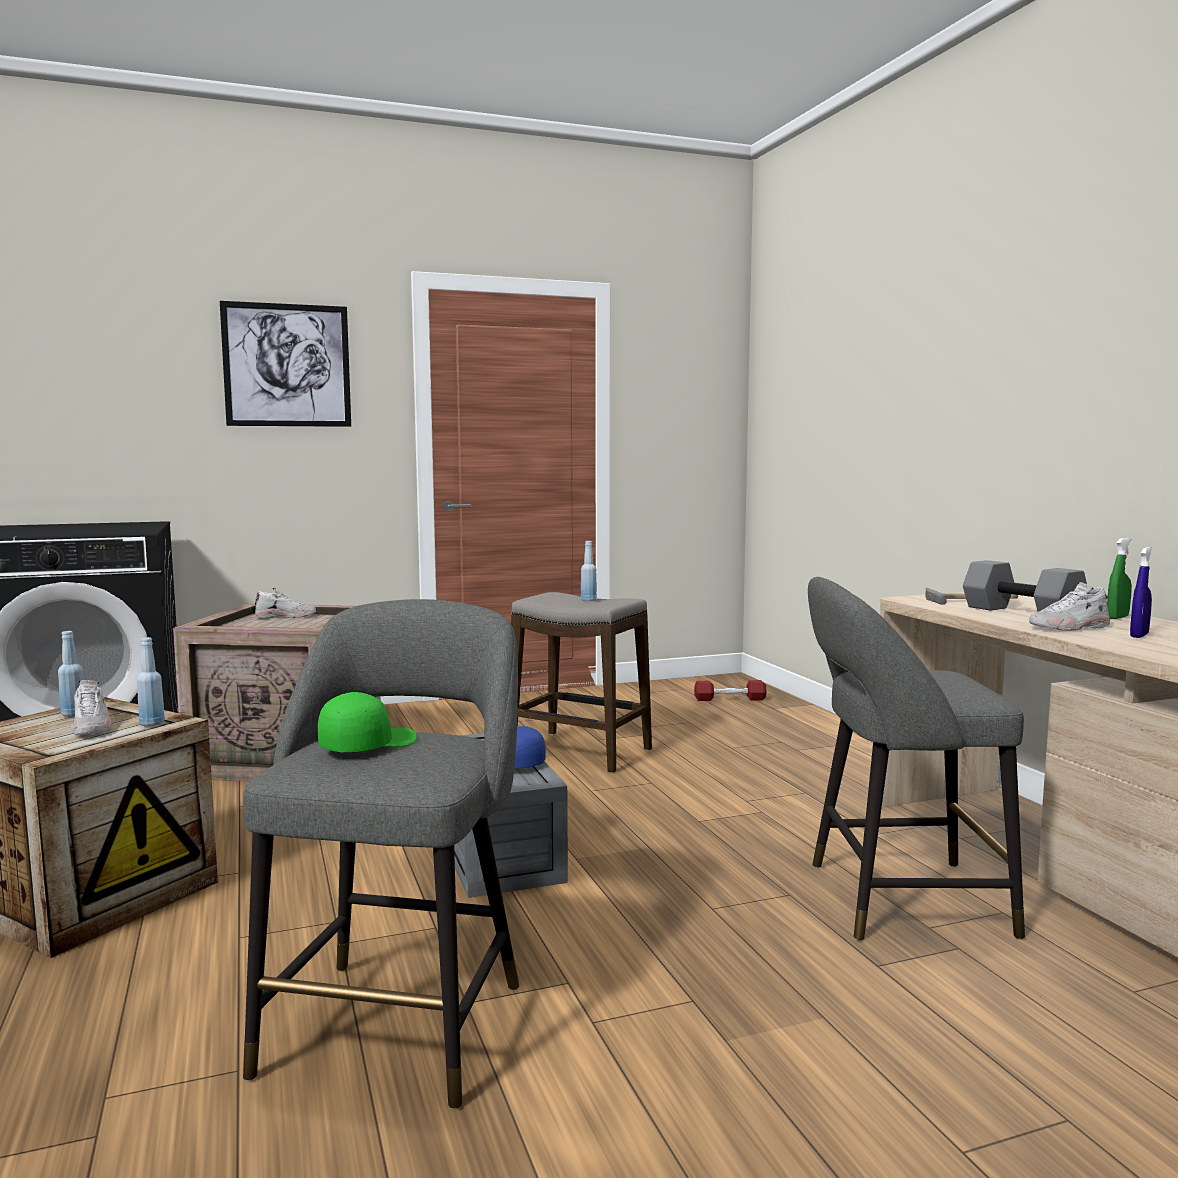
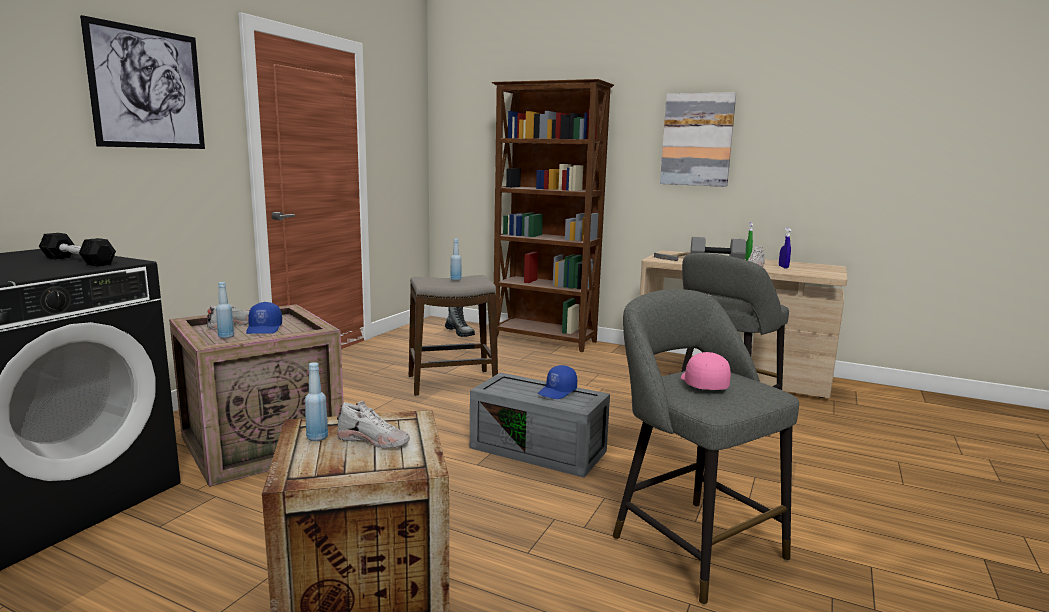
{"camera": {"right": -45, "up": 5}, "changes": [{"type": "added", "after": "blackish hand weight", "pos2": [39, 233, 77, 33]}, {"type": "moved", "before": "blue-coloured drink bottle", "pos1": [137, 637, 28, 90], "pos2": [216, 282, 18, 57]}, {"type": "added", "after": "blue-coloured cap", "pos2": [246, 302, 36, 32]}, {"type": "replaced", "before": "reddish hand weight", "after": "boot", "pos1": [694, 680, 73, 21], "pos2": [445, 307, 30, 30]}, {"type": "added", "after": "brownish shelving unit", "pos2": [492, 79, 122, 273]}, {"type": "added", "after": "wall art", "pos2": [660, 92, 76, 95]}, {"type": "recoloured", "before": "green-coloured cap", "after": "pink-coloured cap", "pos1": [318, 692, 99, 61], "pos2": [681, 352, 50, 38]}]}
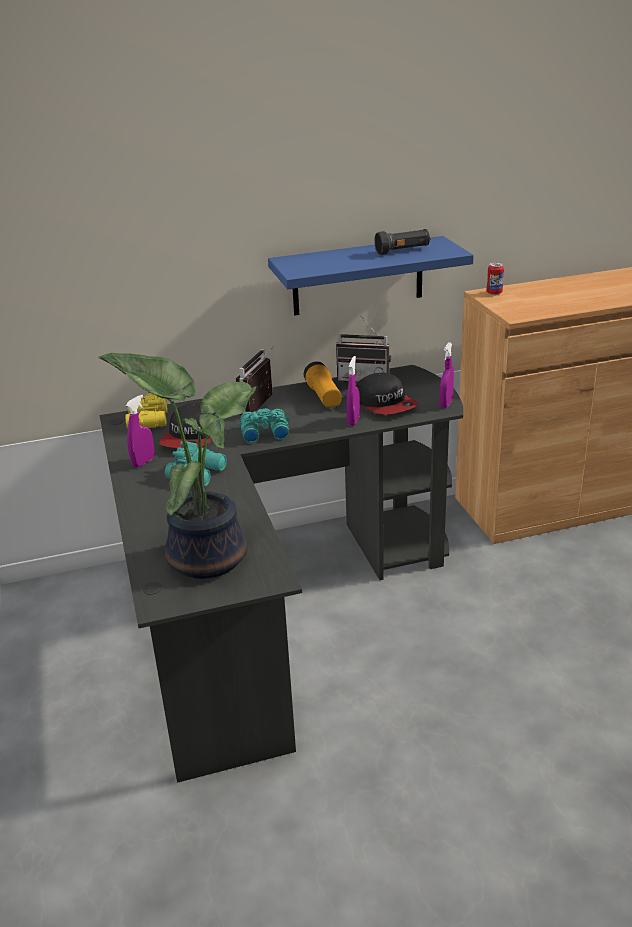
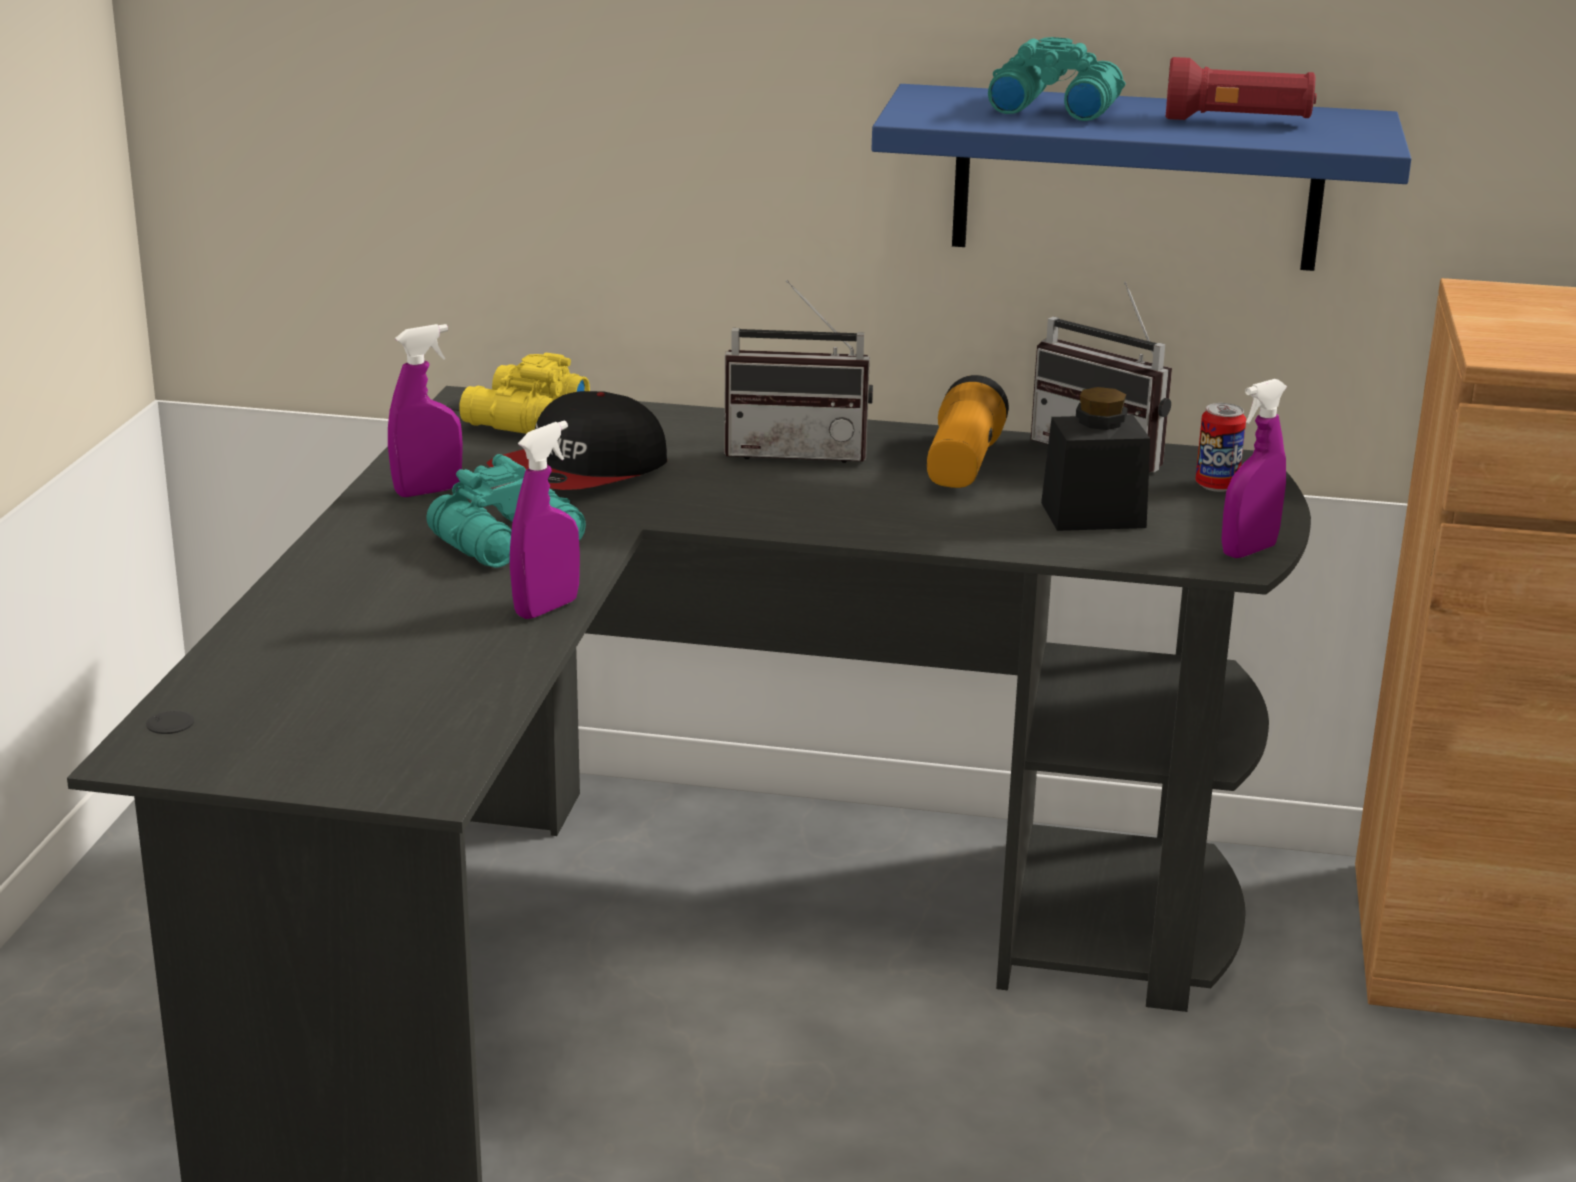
{"camera": {"right": 25, "up": -5}, "changes": [{"type": "moved", "before": "purplish hand sprayer", "pos1": [347, 356, 13, 70], "pos2": [510, 421, 70, 198]}, {"type": "turned", "before": "radio set", "pos1": [235, 346, 39, 70], "pos2": [724, 280, 149, 183], "turn": -135}, {"type": "moved", "before": "blue-green field glasses", "pos1": [238, 408, 52, 35], "pos2": [988, 37, 138, 84]}, {"type": "replaced", "before": "cap", "after": "blackish preserve jar", "pos1": [356, 373, 62, 42], "pos2": [1041, 387, 109, 144]}, {"type": "recoloured", "before": "blackish torch", "after": "reddish torch", "pos1": [374, 229, 57, 26], "pos2": [1166, 57, 151, 63]}, {"type": "moved", "before": "can", "pos1": [487, 262, 17, 33], "pos2": [1196, 403, 50, 89]}, {"type": "removed", "before": "plant in a pot", "pos1": [98, 353, 159, 226]}]}
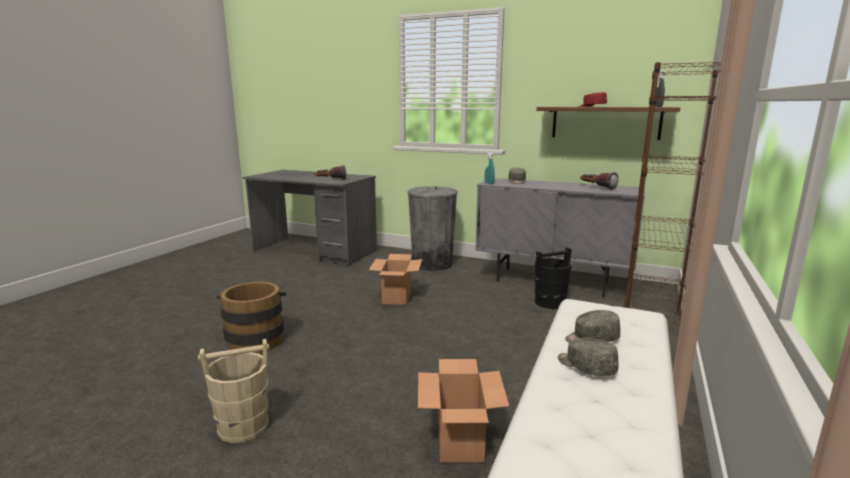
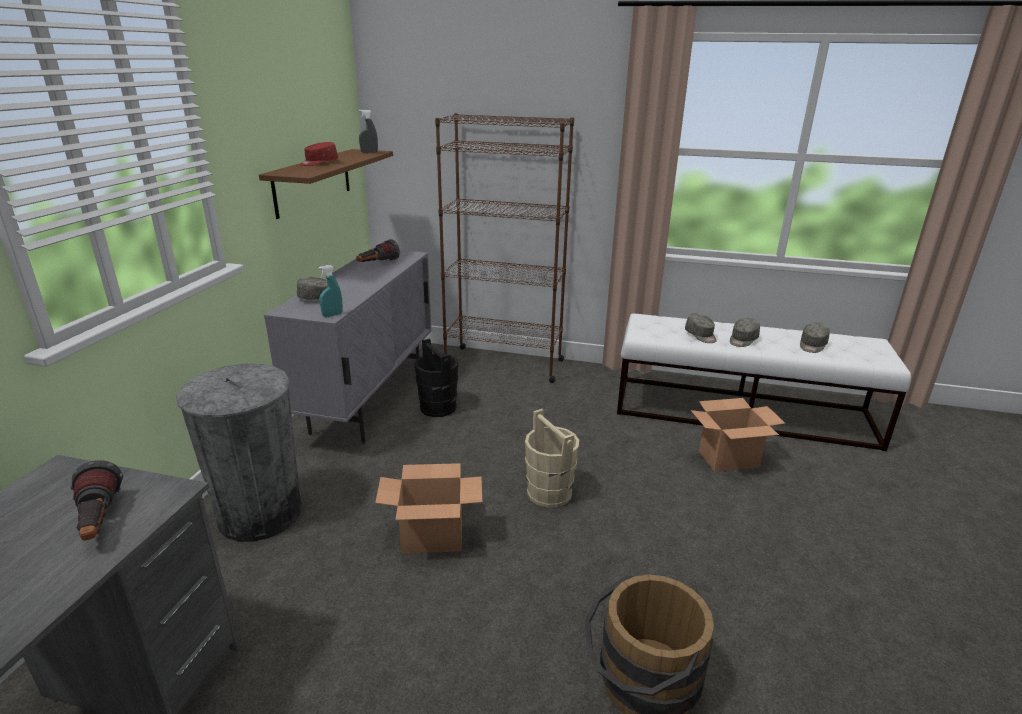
{"camera": {"right": -100, "up": 10}, "changes": [{"type": "moved", "before": "beige-coloured pail", "pos1": [198, 339, 71, 104], "pos2": [525, 409, 54, 99]}, {"type": "added", "after": "grey cap", "pos2": [800, 322, 30, 31]}]}
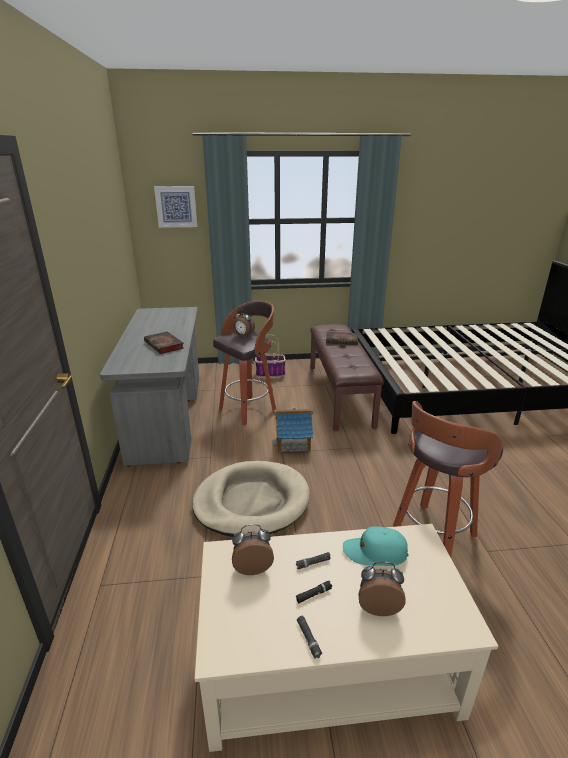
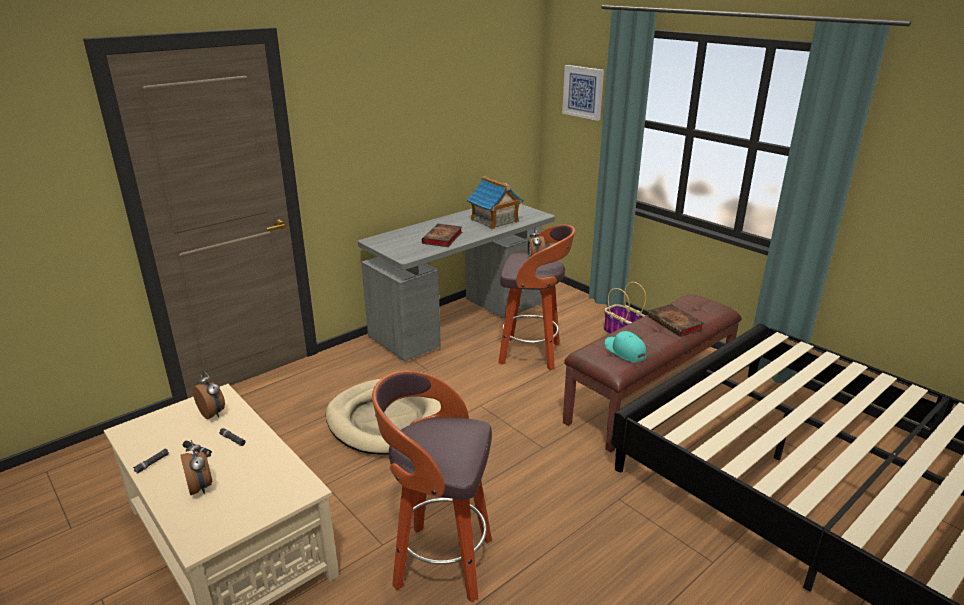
{"camera": {"right": 55, "up": 0}, "changes": [{"type": "moved", "before": "toy house", "pos1": [272, 408, 41, 45], "pos2": [467, 176, 57, 53]}, {"type": "moved", "before": "blue-green cap", "pos1": [343, 526, 66, 40], "pos2": [605, 331, 41, 31]}]}
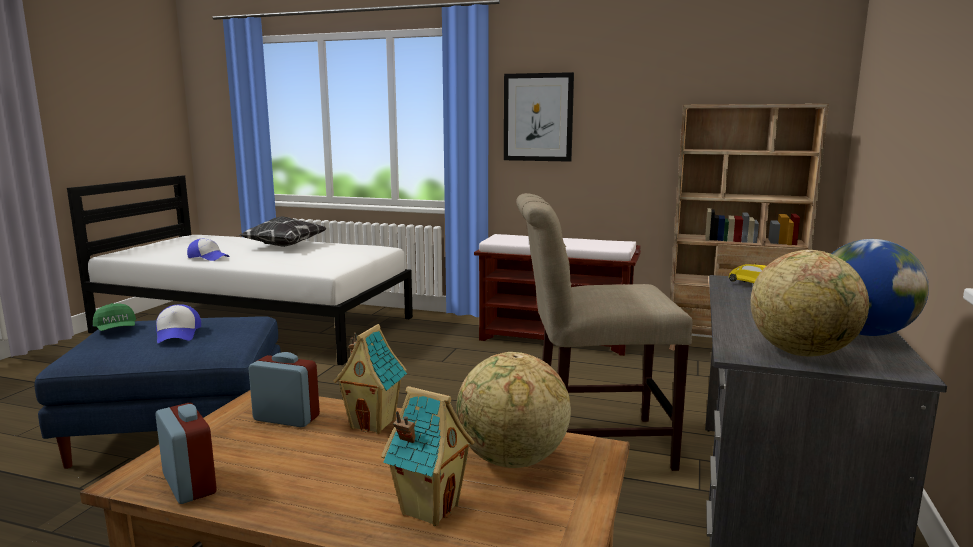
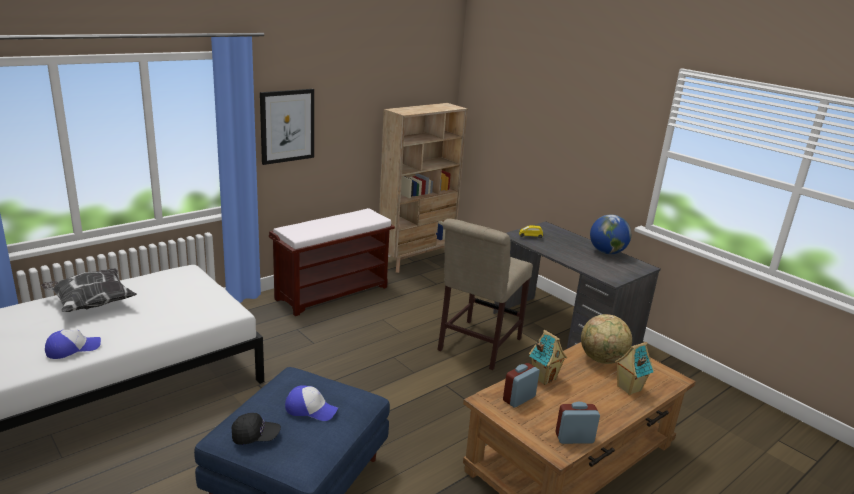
{"camera": {"right": -60, "up": 10}, "changes": [{"type": "recoloured", "before": "green-coloured cap", "after": "blackish cap", "pos1": [93, 303, 43, 28], "pos2": [232, 413, 49, 32]}, {"type": "removed", "before": "desk globe", "pos1": [750, 250, 119, 106]}]}
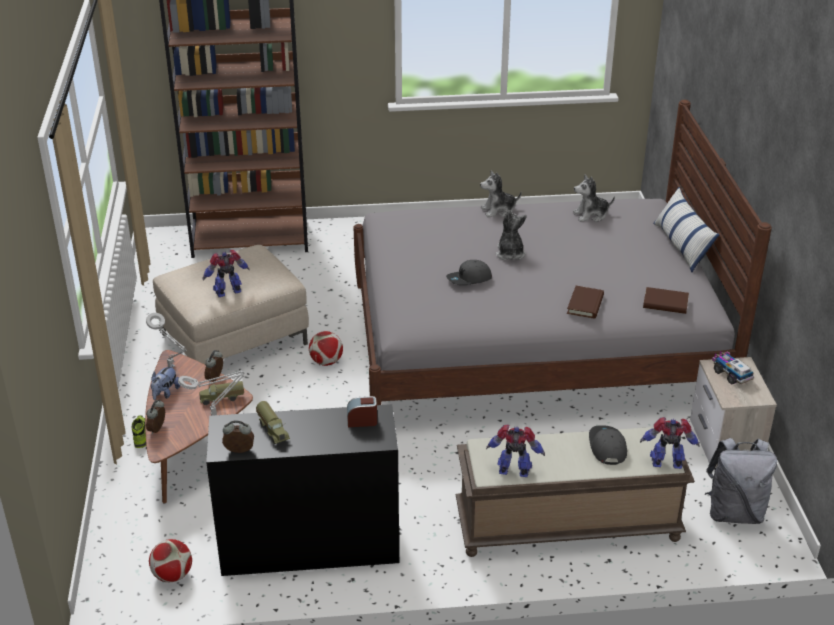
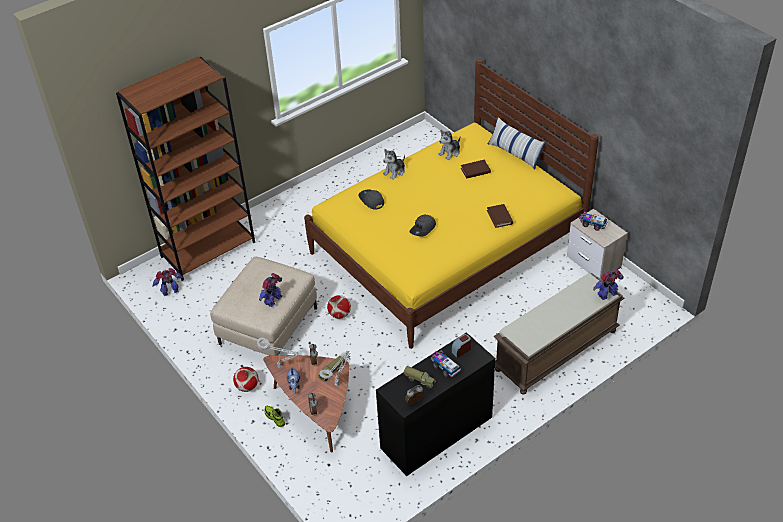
{"camera": {"right": -30, "up": 10}, "changes": [{"type": "moved", "before": "toy robot", "pos1": [486, 425, 59, 52], "pos2": [152, 268, 31, 28]}, {"type": "moved", "before": "ball for football", "pos1": [149, 539, 43, 43], "pos2": [233, 367, 25, 25]}, {"type": "recoloured", "before": "grey bed", "after": "yellowish bed", "pos1": [354, 100, 418, 305], "pos2": [304, 59, 295, 290]}, {"type": "moved", "before": "grey cap", "pos1": [589, 425, 38, 40], "pos2": [359, 189, 25, 21]}, {"type": "added", "after": "model truck", "pos2": [431, 350, 30, 27]}, {"type": "moved", "before": "brownish book", "pos1": [643, 287, 46, 27], "pos2": [461, 160, 30, 19]}, {"type": "removed", "before": "cuddly toy", "pos1": [496, 210, 31, 50]}, {"type": "removed", "before": "grey knapsack", "pos1": [705, 438, 72, 86]}]}
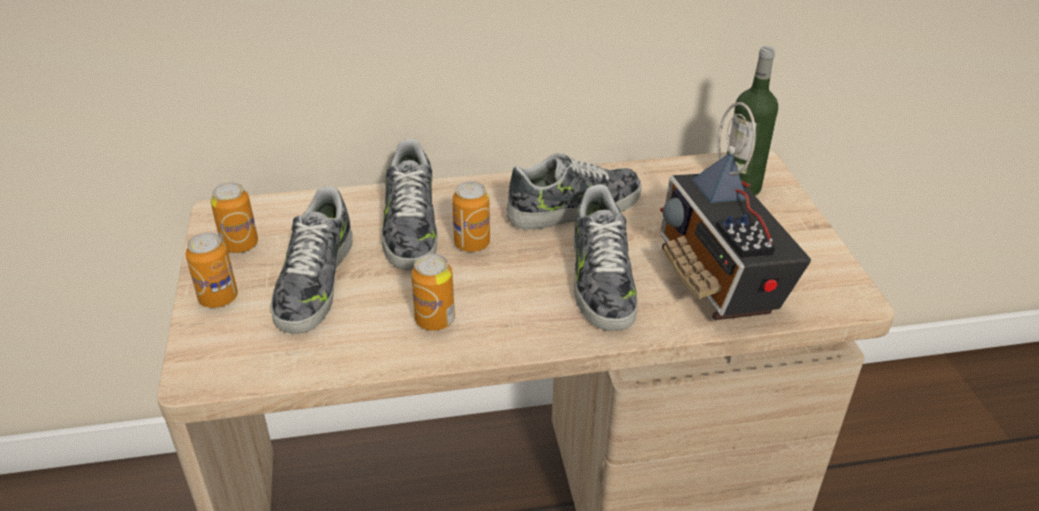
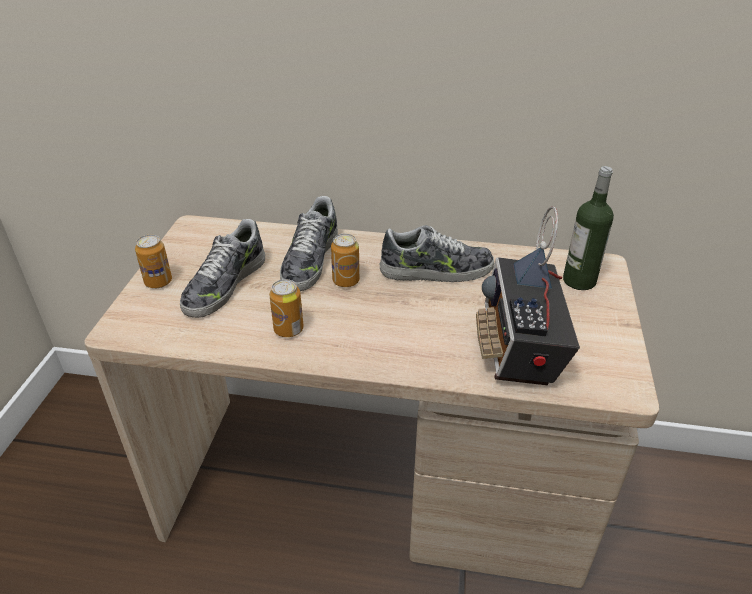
{"camera": {"right": 20, "up": 0}, "changes": [{"type": "removed", "before": "can", "pos1": [211, 182, 47, 71]}, {"type": "removed", "before": "shoe", "pos1": [573, 185, 64, 146]}]}
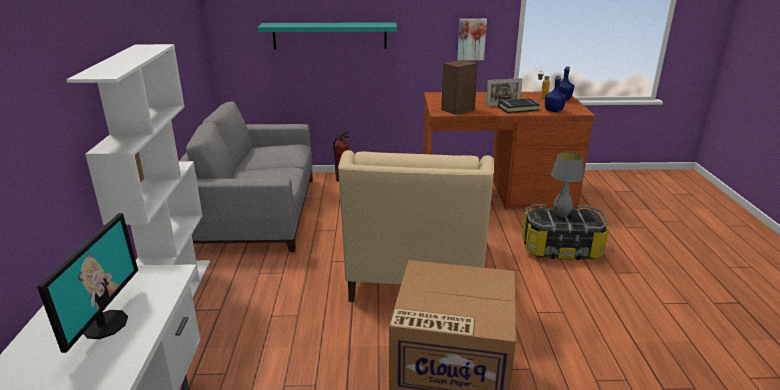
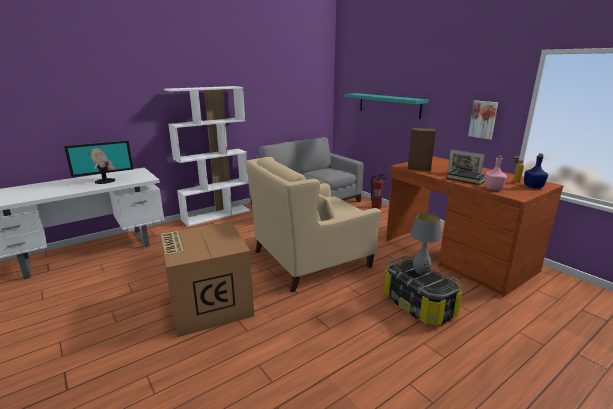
{"camera": {"right": 55, "up": -5}, "changes": [{"type": "recoloured", "before": "blue-coloured drink bottle", "after": "pink-coloured drink bottle", "pos1": [545, 76, 21, 36], "pos2": [485, 155, 22, 35]}]}
